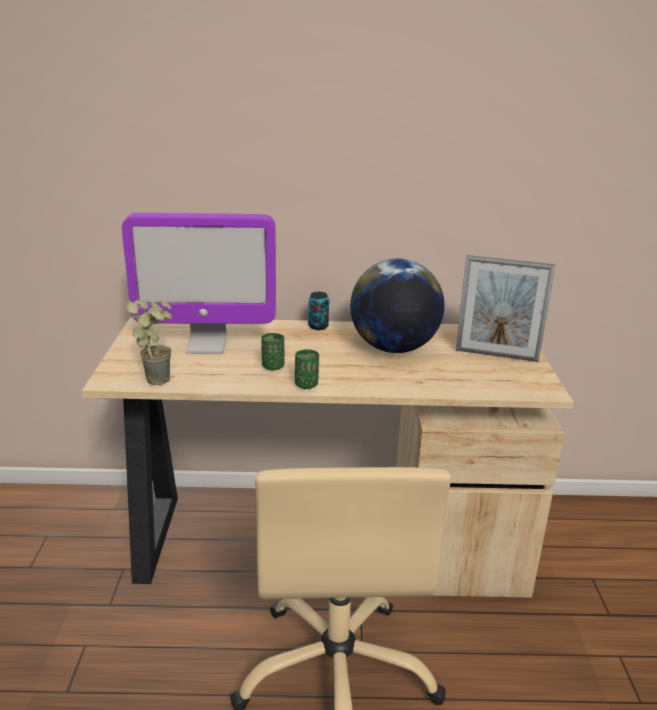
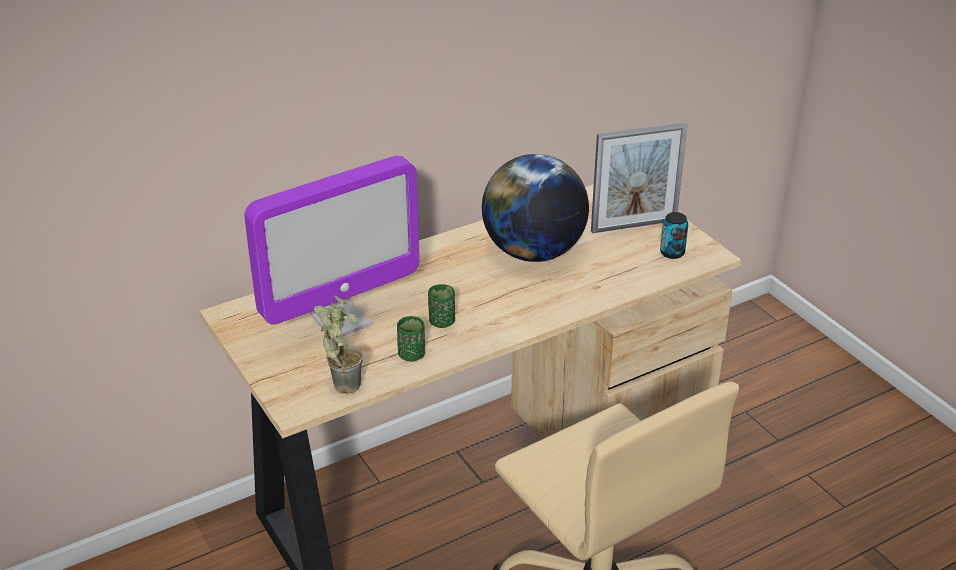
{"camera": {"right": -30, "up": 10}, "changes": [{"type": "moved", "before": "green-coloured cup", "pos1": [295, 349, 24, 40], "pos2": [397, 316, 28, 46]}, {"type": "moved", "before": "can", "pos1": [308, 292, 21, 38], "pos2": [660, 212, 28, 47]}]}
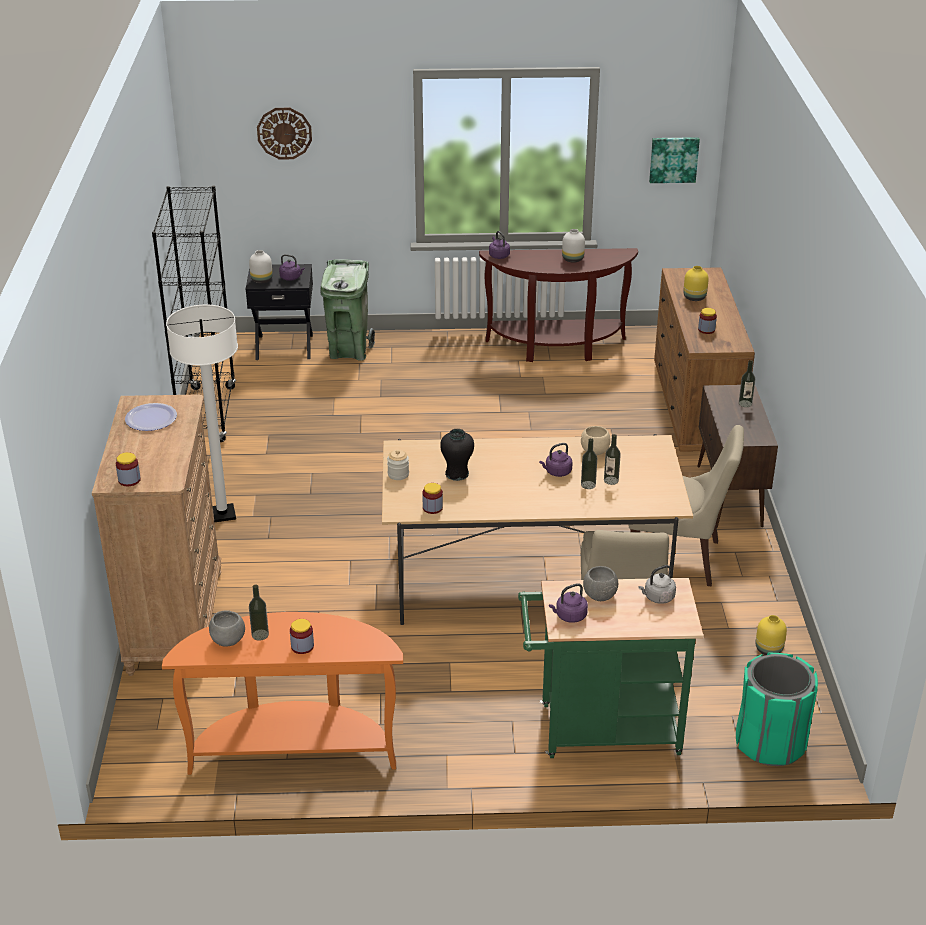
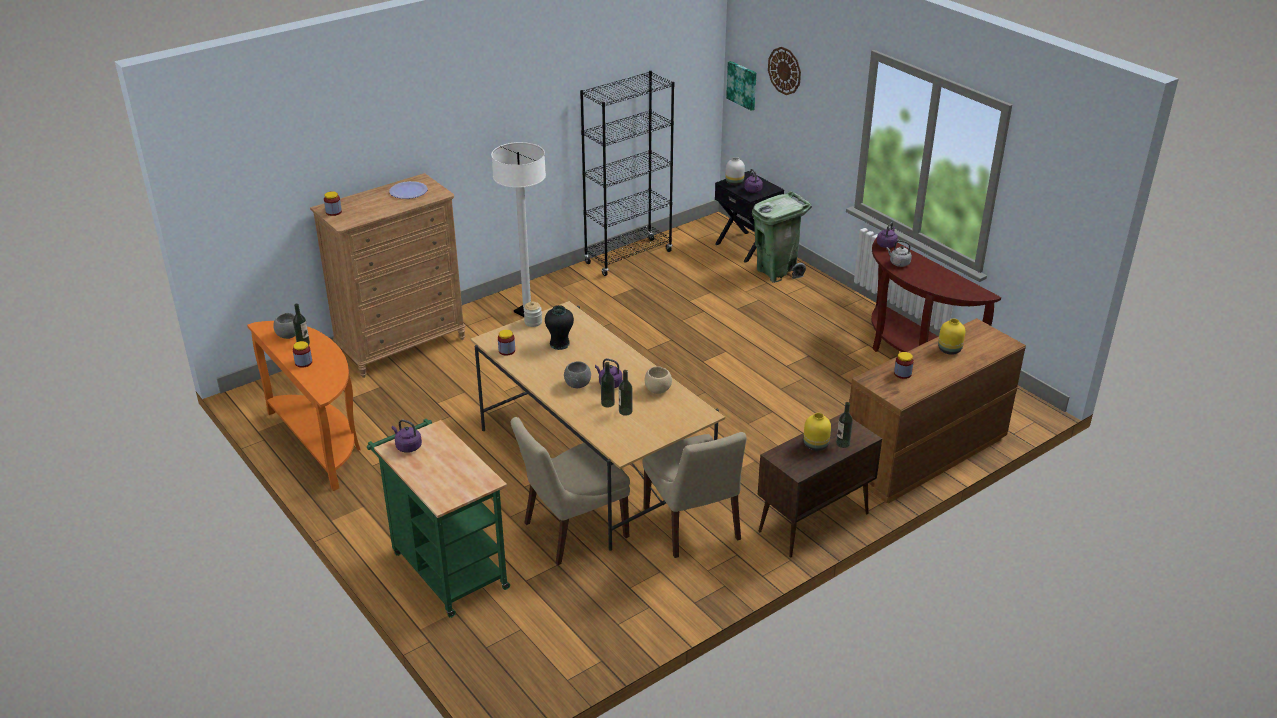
{"camera": {"right": 55, "up": 0}, "changes": [{"type": "moved", "before": "grey deep dish", "pos1": [583, 566, 35, 35], "pos2": [564, 361, 27, 27]}, {"type": "moved", "before": "wall art", "pos1": [649, 137, 51, 46], "pos2": [726, 61, 30, 50]}, {"type": "moved", "before": "yellowish decorative vase", "pos1": [756, 615, 31, 40], "pos2": [803, 413, 28, 38]}, {"type": "moved", "before": "grey water kettle", "pos1": [638, 565, 38, 39], "pos2": [886, 240, 26, 27]}, {"type": "removed", "before": "whitish decorative vase", "pos1": [562, 229, 23, 34]}, {"type": "removed", "before": "green-coloured trash can", "pos1": [736, 652, 82, 114]}]}
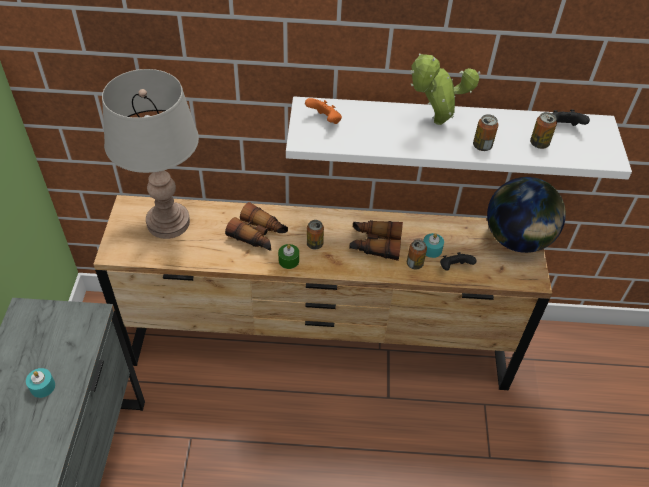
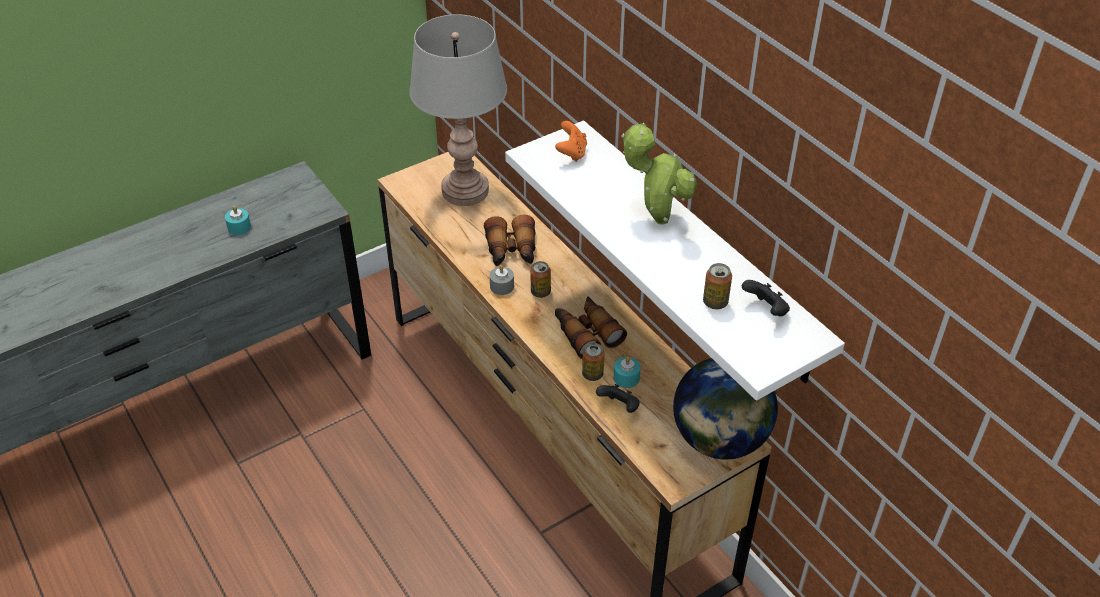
{"camera": {"right": 55, "up": -5}, "changes": [{"type": "recoloured", "before": "green-coloured wax light", "after": "grey wax light", "pos1": [278, 244, 21, 25], "pos2": [489, 265, 25, 30]}, {"type": "removed", "before": "can", "pos1": [473, 114, 25, 37]}]}
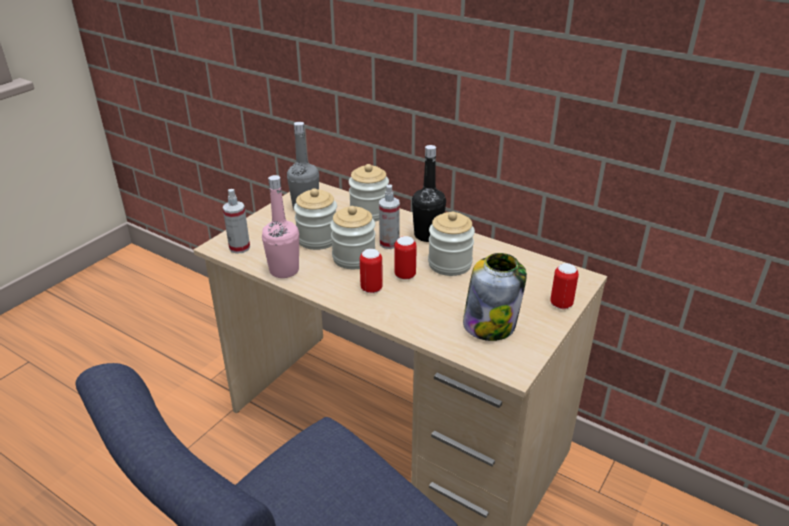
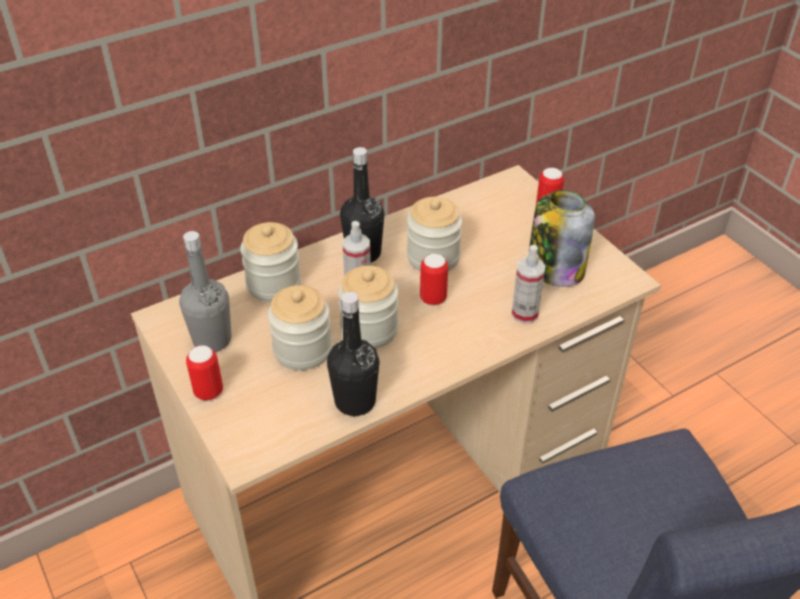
{"camera": {"right": -65, "up": 10}, "changes": [{"type": "moved", "before": "can", "pos1": [360, 249, 23, 44], "pos2": [186, 345, 37, 56]}, {"type": "recoloured", "before": "pink-coloured drink bottle", "after": "blackish drink bottle", "pos1": [262, 175, 37, 103], "pos2": [327, 292, 52, 124]}, {"type": "moved", "before": "hand sprayer", "pos1": [223, 189, 27, 65], "pos2": [511, 245, 35, 79]}]}
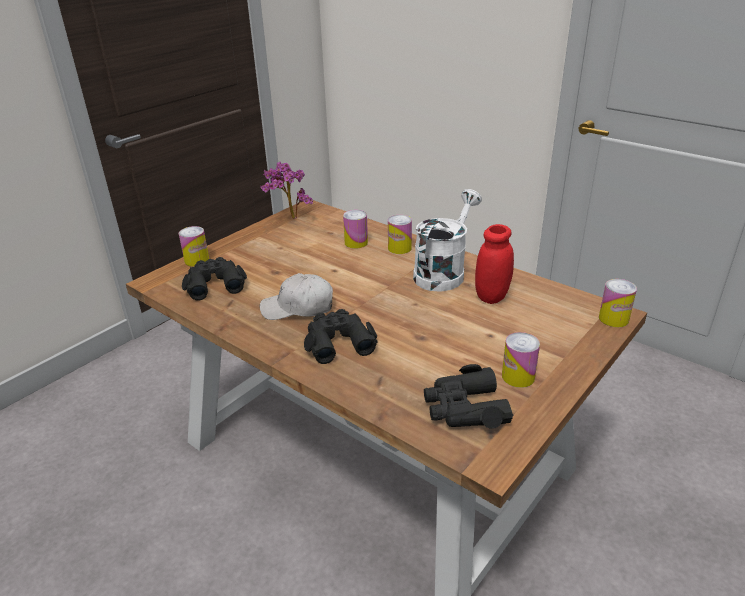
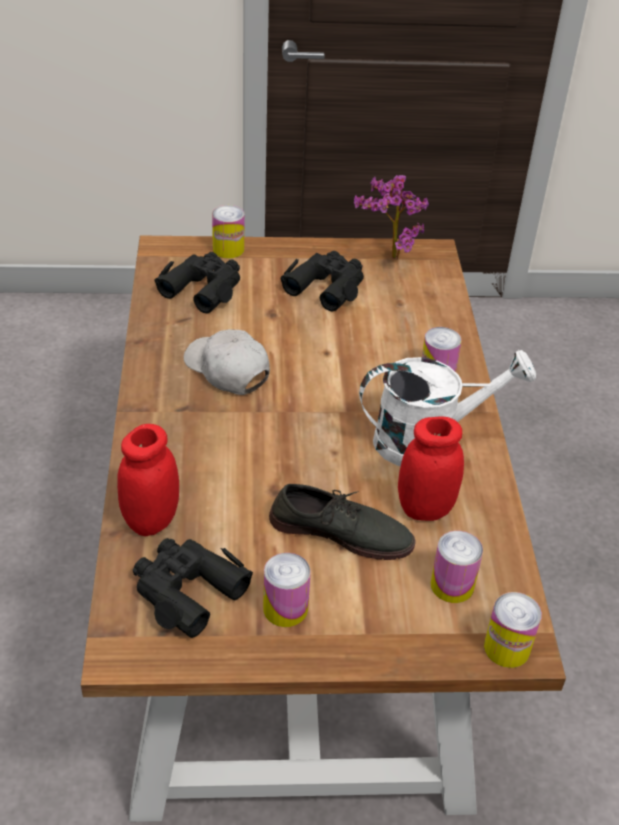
{"camera": {"right": 45, "up": 10}, "changes": [{"type": "added", "after": "reddish preserve jar", "pos2": [117, 424, 62, 112]}, {"type": "added", "after": "grey shoe", "pos2": [269, 484, 146, 76]}, {"type": "moved", "before": "blackish field glasses", "pos1": [304, 309, 73, 55], "pos2": [280, 251, 84, 61]}, {"type": "moved", "before": "can", "pos1": [343, 210, 25, 39], "pos2": [430, 531, 53, 72]}]}
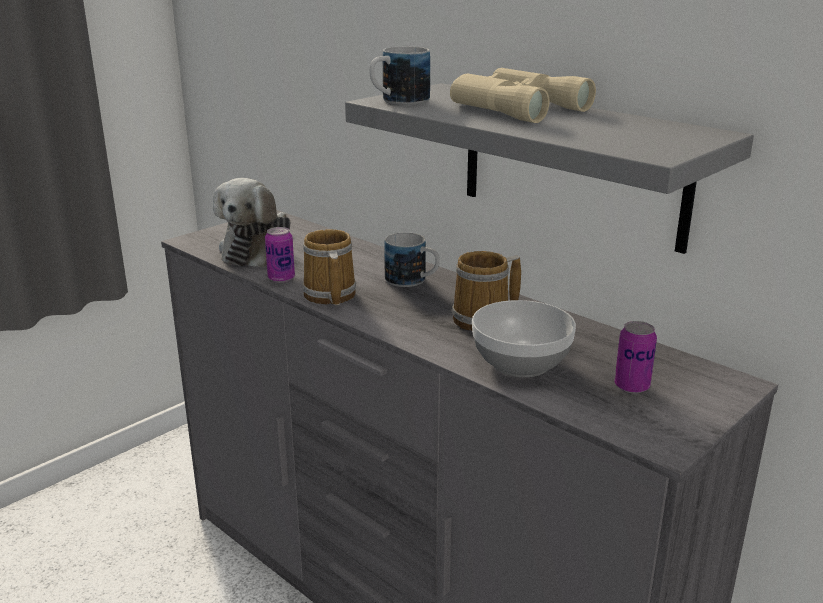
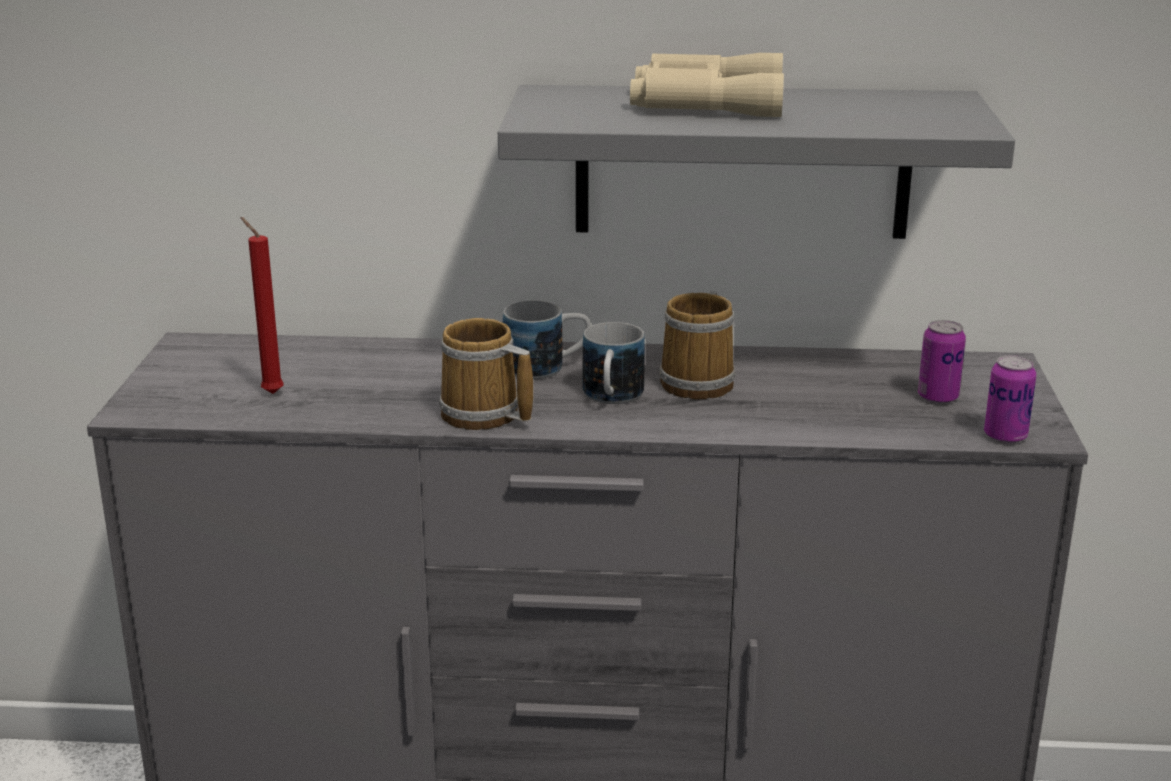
{"camera": {"right": -40, "up": 0}, "changes": [{"type": "replaced", "before": "cuddly toy", "after": "reddish wax light", "pos1": [213, 178, 78, 89], "pos2": [241, 217, 43, 177]}, {"type": "moved", "before": "coffee mug", "pos1": [369, 47, 61, 58], "pos2": [583, 322, 62, 82]}, {"type": "moved", "before": "can", "pos1": [265, 227, 30, 56], "pos2": [984, 355, 53, 89]}, {"type": "removed", "before": "deep dish", "pos1": [472, 300, 104, 77]}]}
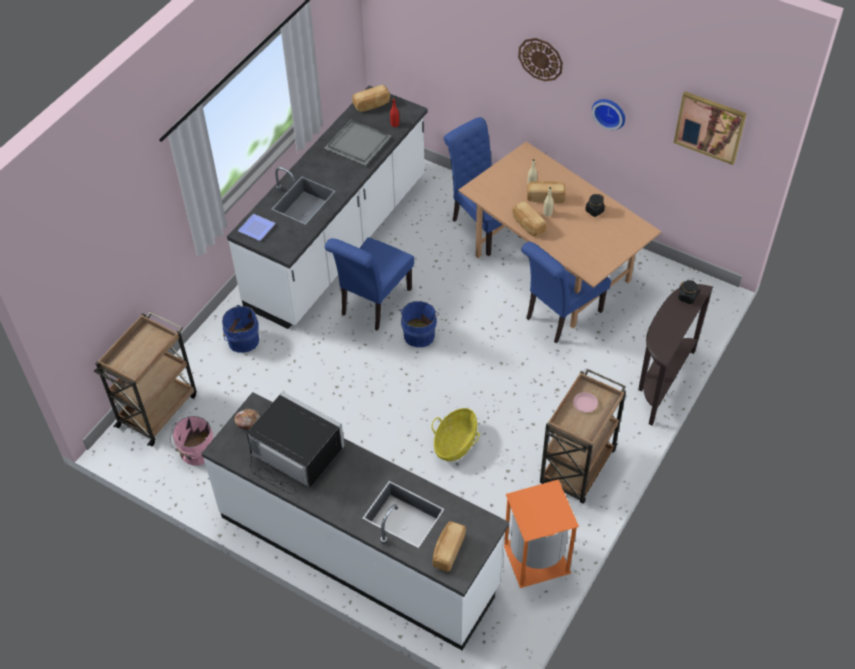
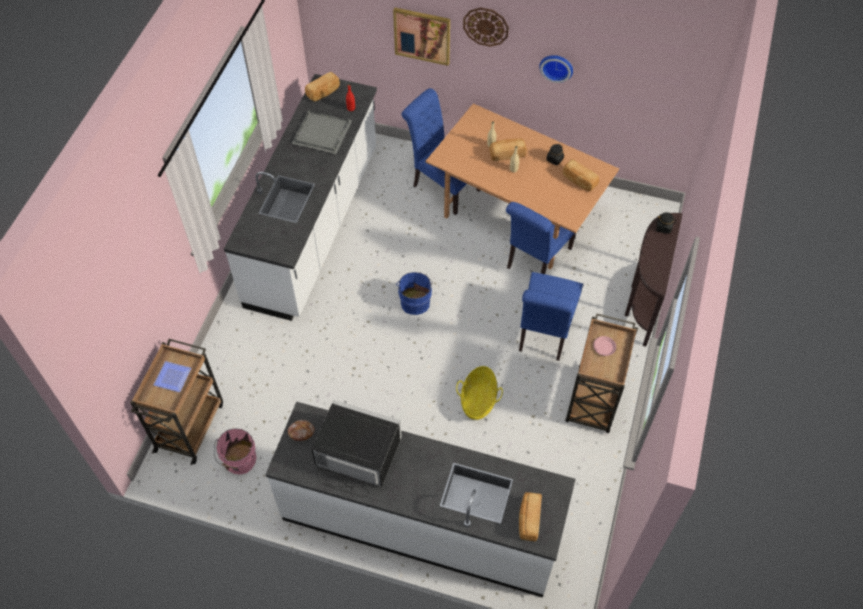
{"camera": {"right": -15, "up": 5}, "changes": [{"type": "moved", "before": "dinner plate", "pos1": [238, 214, 38, 27], "pos2": [153, 361, 38, 31]}, {"type": "moved", "before": "wall art", "pos1": [674, 92, 73, 73], "pos2": [393, 8, 57, 58]}, {"type": "moved", "before": "blue-coloured chair", "pos1": [325, 237, 89, 94], "pos2": [519, 272, 64, 89]}, {"type": "moved", "before": "baked bread", "pos1": [512, 201, 34, 36], "pos2": [563, 159, 36, 32]}, {"type": "removed", "before": "blue-coloured pail", "pos1": [222, 305, 37, 48]}, {"type": "removed", "before": "orange trash can", "pos1": [504, 479, 75, 109]}]}
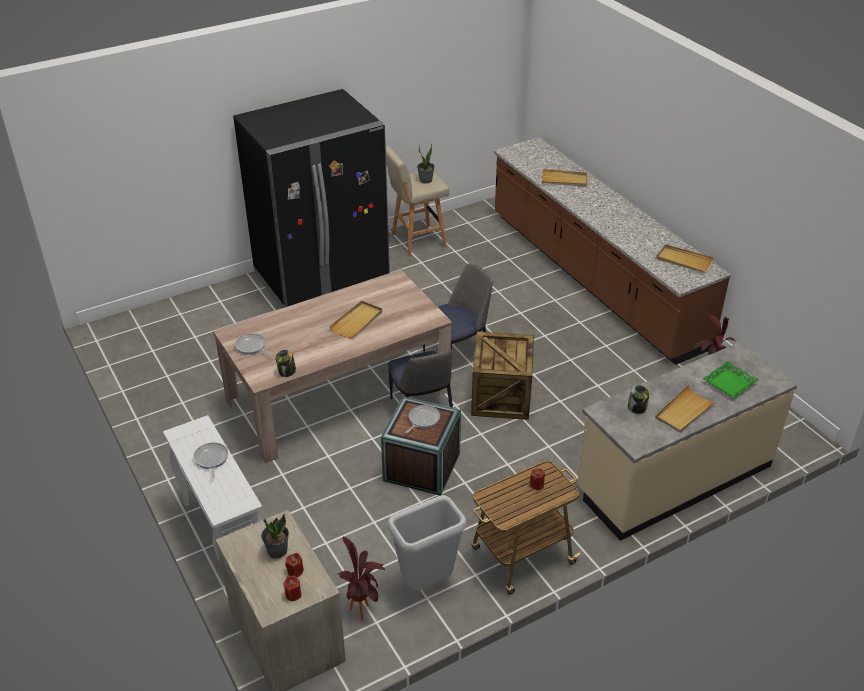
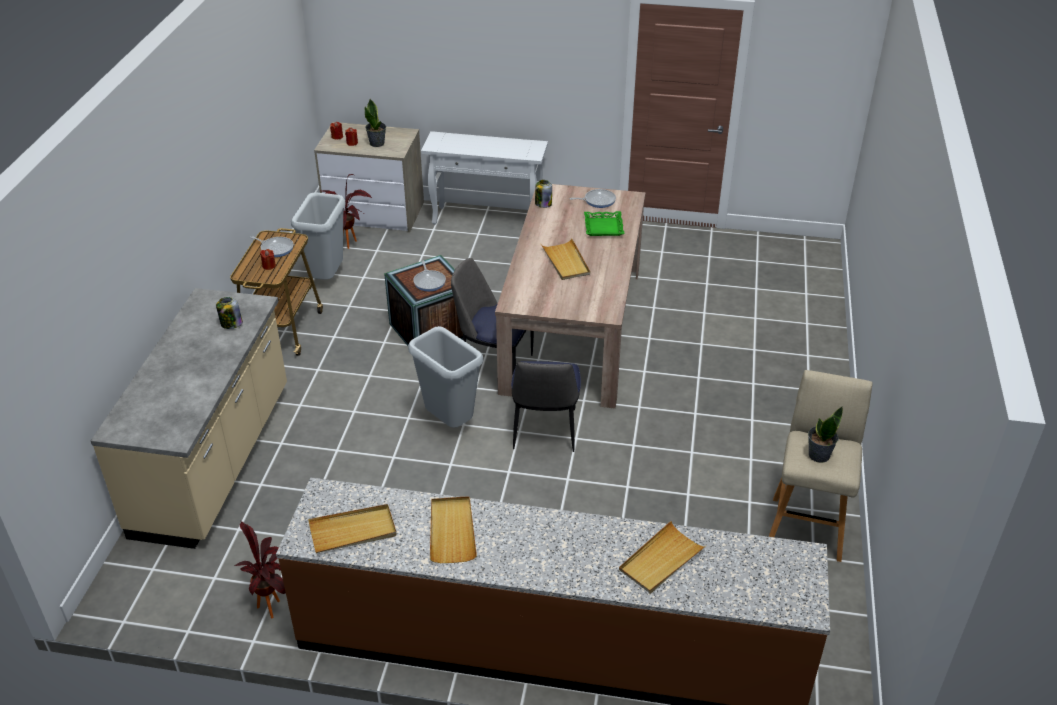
{"camera": {"right": 130, "up": 0}, "changes": [{"type": "moved", "before": "frying pan", "pos1": [193, 442, 35, 37], "pos2": [250, 236, 44, 21]}, {"type": "replaced", "before": "packing crate", "after": "grey trash can", "pos1": [471, 331, 63, 89], "pos2": [408, 326, 75, 102]}, {"type": "moved", "before": "beige-coloured carrying tray", "pos1": [655, 385, 60, 48], "pos2": [430, 496, 47, 67]}, {"type": "moved", "before": "green-coloured carrying tray", "pos1": [703, 361, 56, 37], "pos2": [584, 211, 40, 25]}, {"type": "removed", "before": "blackish fridge", "pos1": [233, 89, 157, 219]}]}
